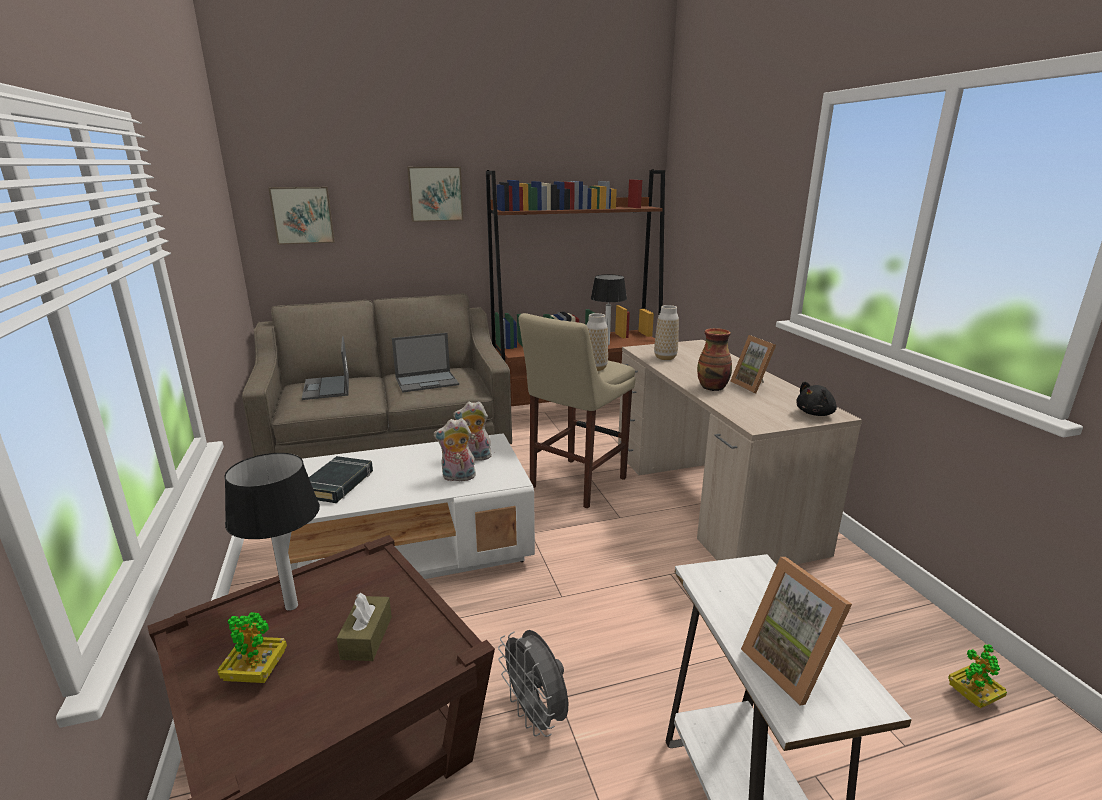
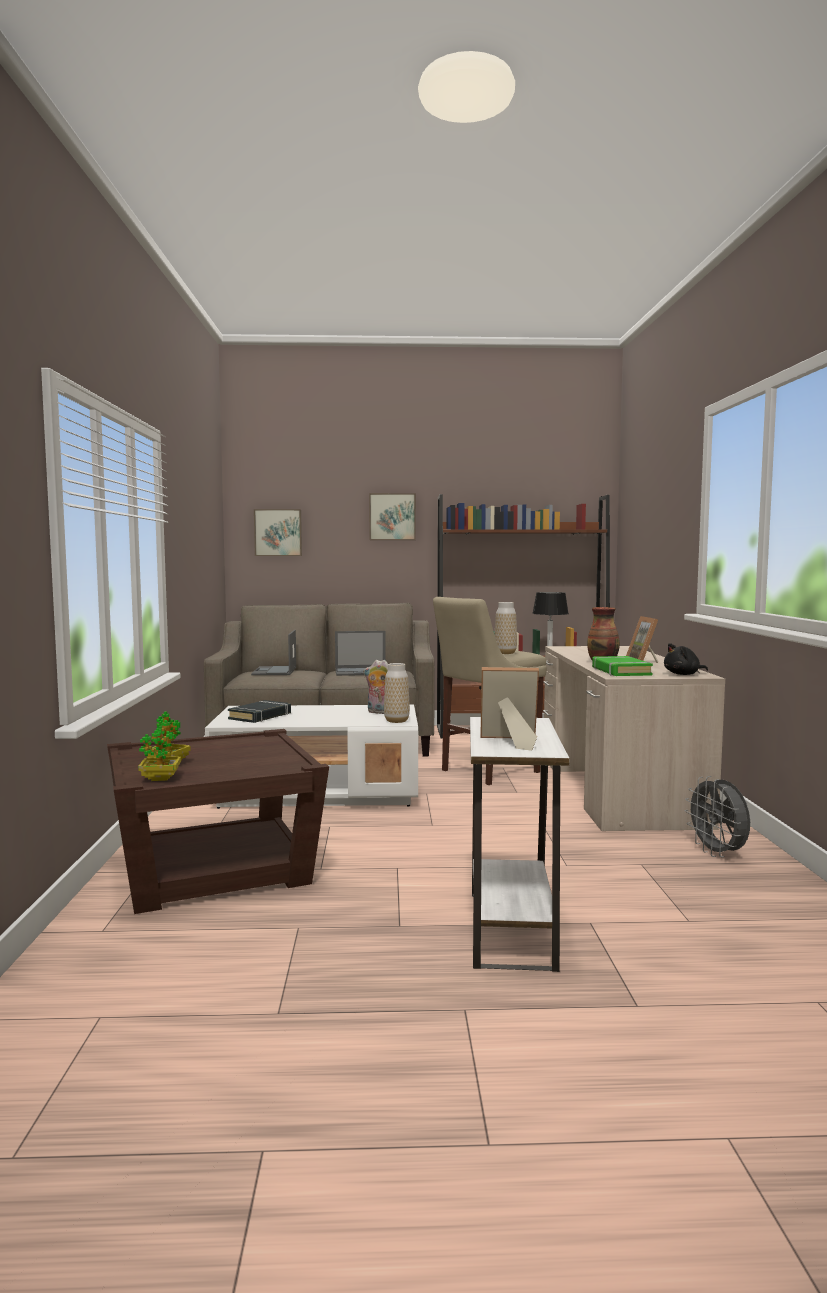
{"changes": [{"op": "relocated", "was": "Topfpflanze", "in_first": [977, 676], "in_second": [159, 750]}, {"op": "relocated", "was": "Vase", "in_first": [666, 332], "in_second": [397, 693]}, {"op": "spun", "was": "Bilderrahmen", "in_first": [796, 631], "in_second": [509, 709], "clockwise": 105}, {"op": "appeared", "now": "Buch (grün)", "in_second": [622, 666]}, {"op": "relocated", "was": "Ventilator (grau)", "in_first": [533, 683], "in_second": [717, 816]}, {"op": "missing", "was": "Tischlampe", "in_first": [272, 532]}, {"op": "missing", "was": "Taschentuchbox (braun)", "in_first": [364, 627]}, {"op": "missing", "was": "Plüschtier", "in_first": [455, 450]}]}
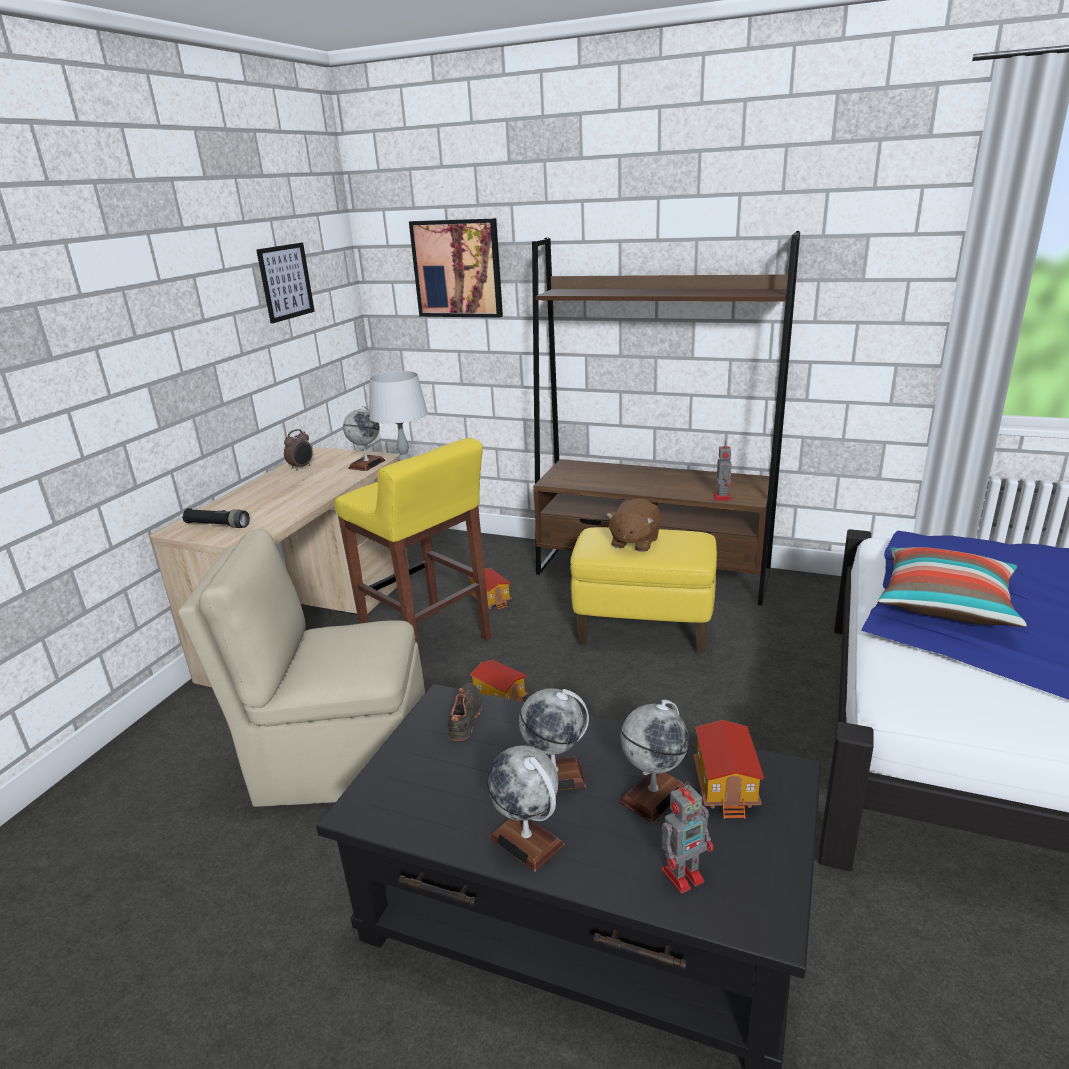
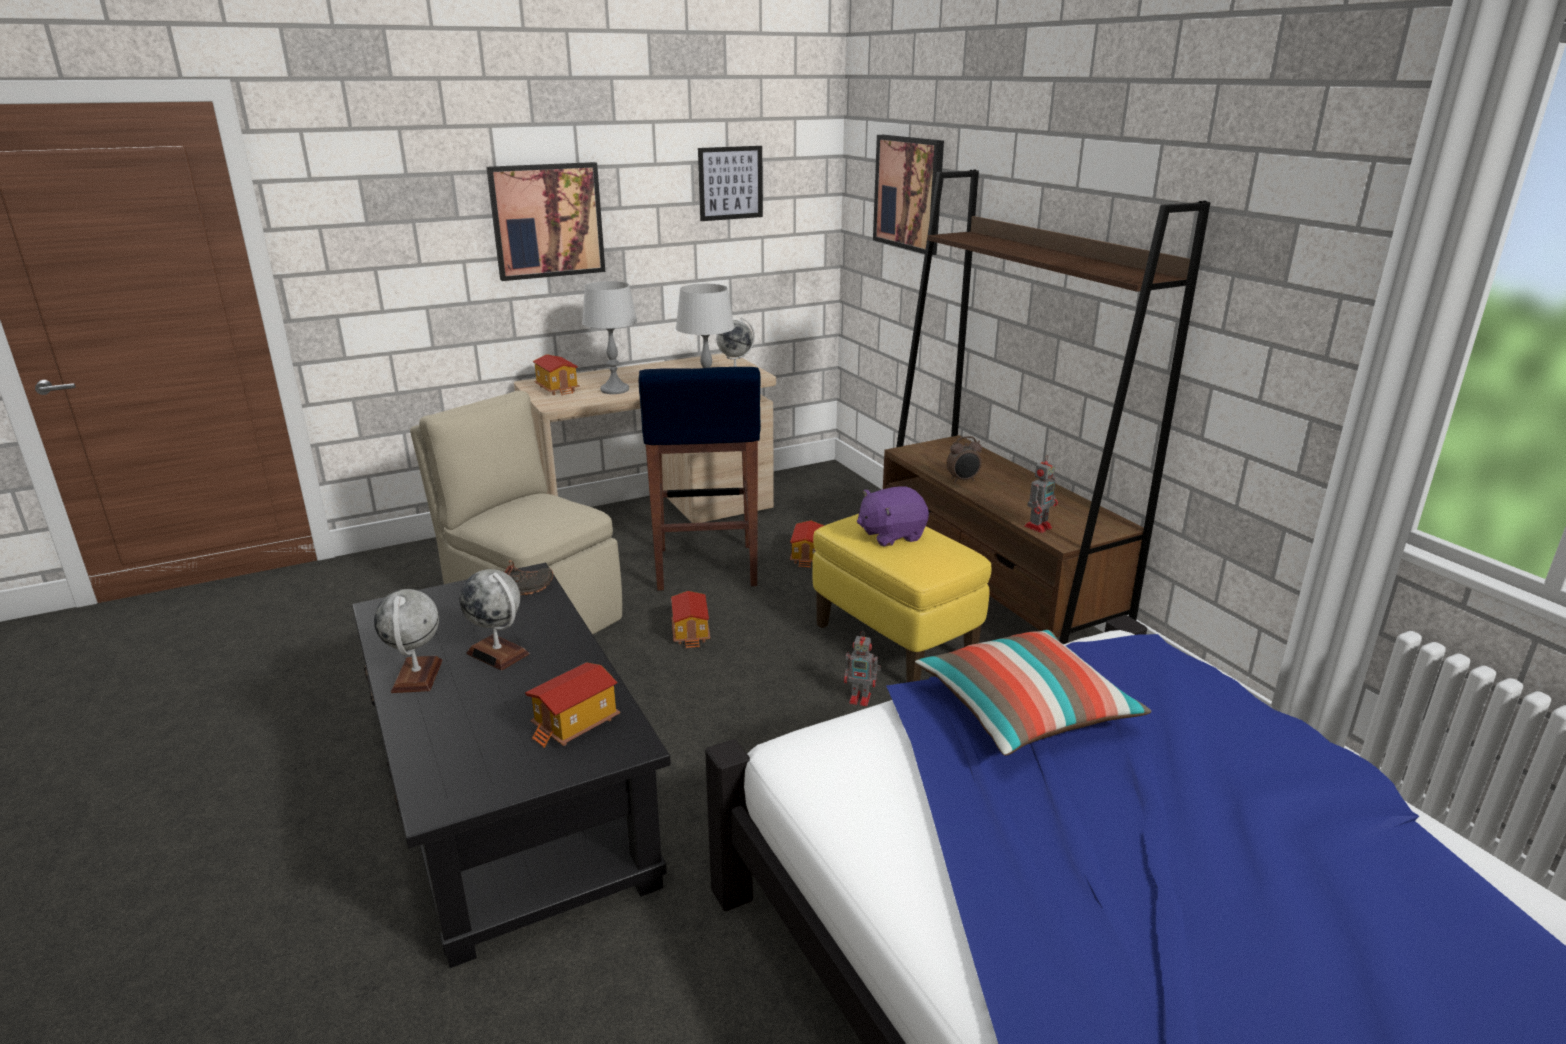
{"changes": [{"op": "appeared", "now": "Bild", "in_second": [545, 221]}, {"op": "exchanged", "was": "Taschenlampe (schwarz)", "now": "Spielzeughaus", "in_first": [216, 518], "in_second": [556, 375]}, {"op": "appeared", "now": "Tischlampe (grau)", "in_second": [609, 337]}, {"op": "colour", "was": "Hocker (gelb)", "now": "Hocker (blau)", "in_first": [412, 558], "in_second": [700, 479]}, {"op": "relocated", "was": "Spielzeugroboter", "in_first": [687, 837], "in_second": [862, 668]}, {"op": "colour", "was": "Plüschtier (braun)", "now": "Plüschtier (lila)", "in_first": [633, 525], "in_second": [893, 516]}, {"op": "relocated", "was": "Wecker", "in_first": [298, 449], "in_second": [964, 459]}, {"op": "missing", "was": "Globus", "in_first": [654, 761]}]}
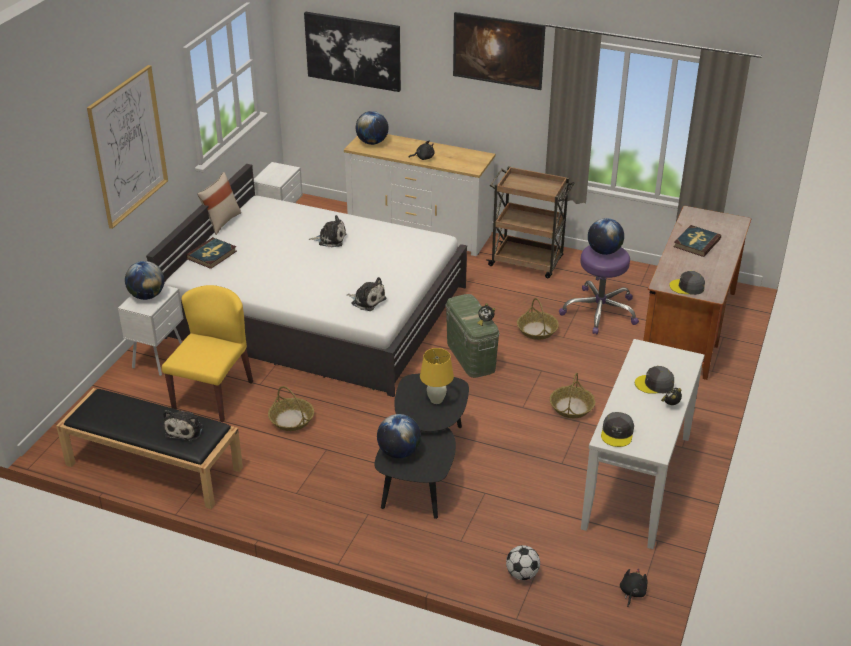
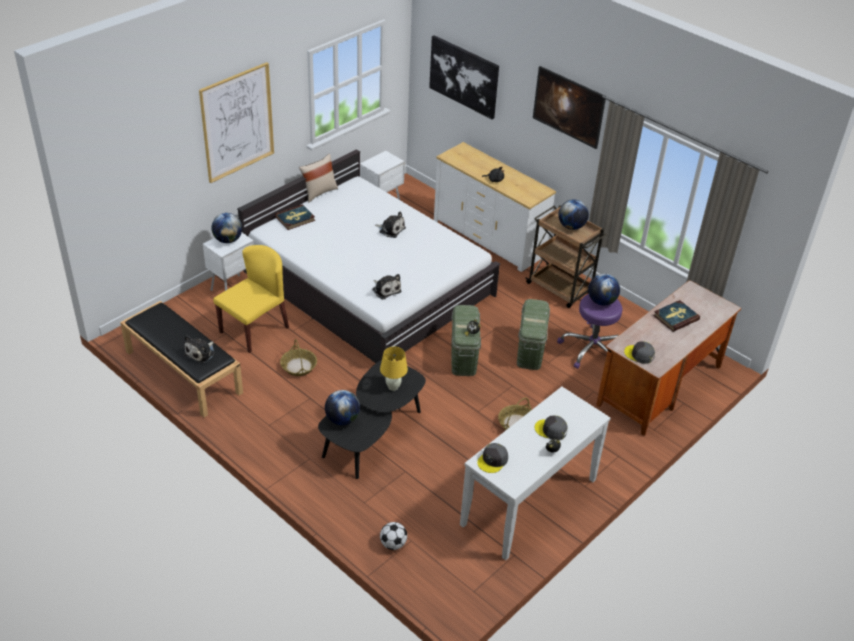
{"changes": [{"op": "exchanged", "was": "Korb", "now": "Aufbewahrungsbox (grün)", "in_first": [538, 319], "in_second": [533, 334]}, {"op": "relocated", "was": "Globus", "in_first": [372, 128], "in_second": [573, 214]}, {"op": "missing", "was": "Plüschtier (schwarz)", "in_first": [634, 588]}]}
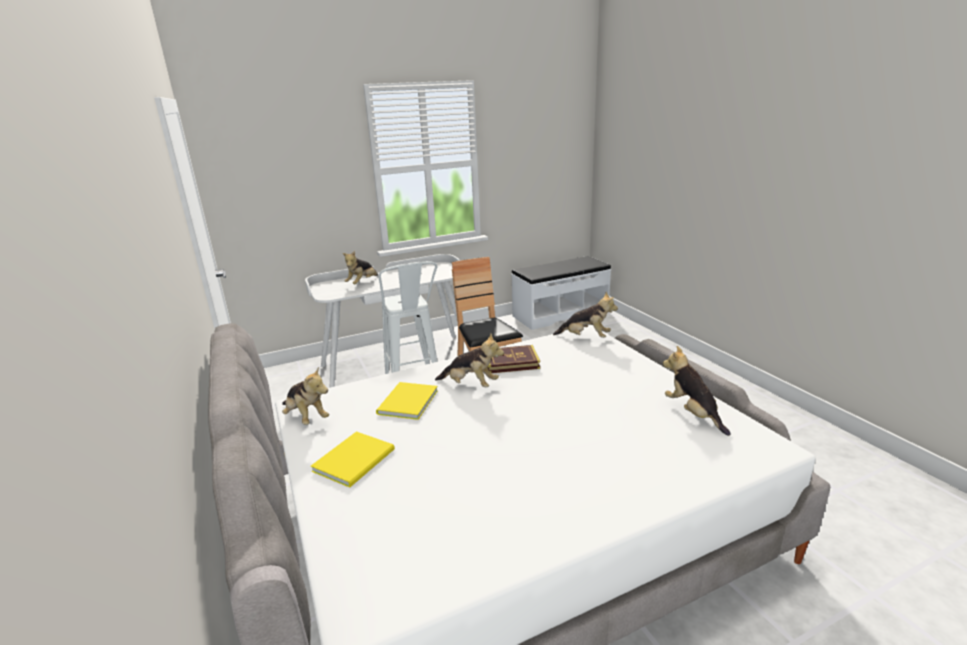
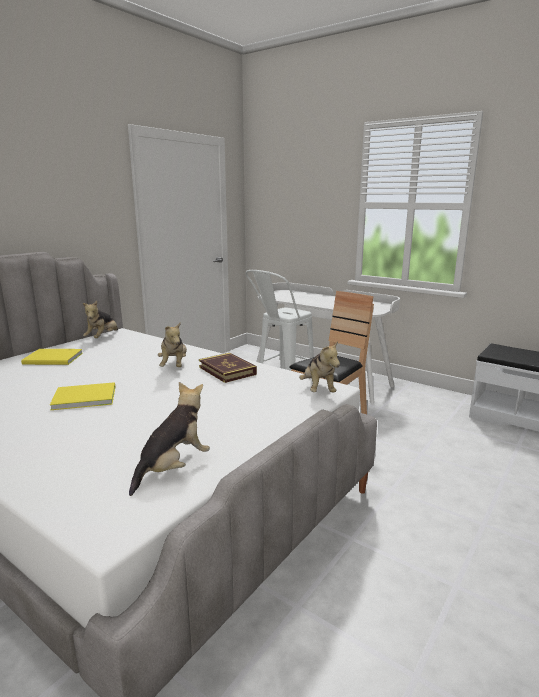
{"changes": [{"op": "relocated", "was": "Buch (gelb)", "in_first": [407, 401], "in_second": [82, 396]}, {"op": "missing", "was": "Plüschtier", "in_first": [360, 267]}]}
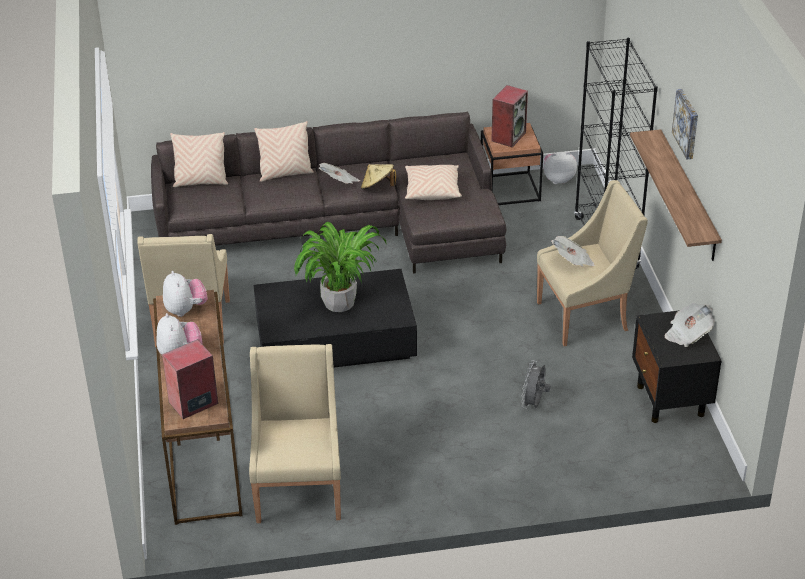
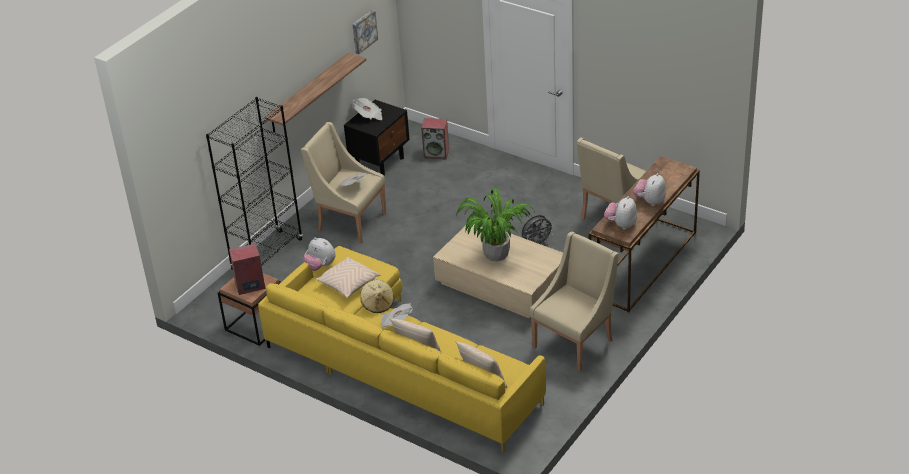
{"changes": [{"op": "colour", "was": "Sofa (grau)", "now": "Sofa (gelb)", "in_first": [329, 192], "in_second": [402, 349]}, {"op": "relocated", "was": "Plüschtier", "in_first": [560, 168], "in_second": [319, 254]}, {"op": "relocated", "was": "Bild", "in_first": [685, 124], "in_second": [365, 32]}, {"op": "relocated", "was": "Lautsprecher", "in_first": [190, 379], "in_second": [435, 138]}, {"op": "colour", "was": "Couchtisch (schwarz)", "now": "Couchtisch (beige)", "in_first": [335, 318], "in_second": [498, 271]}, {"op": "relocated", "was": "Ventilator (grau)", "in_first": [535, 384], "in_second": [538, 229]}]}
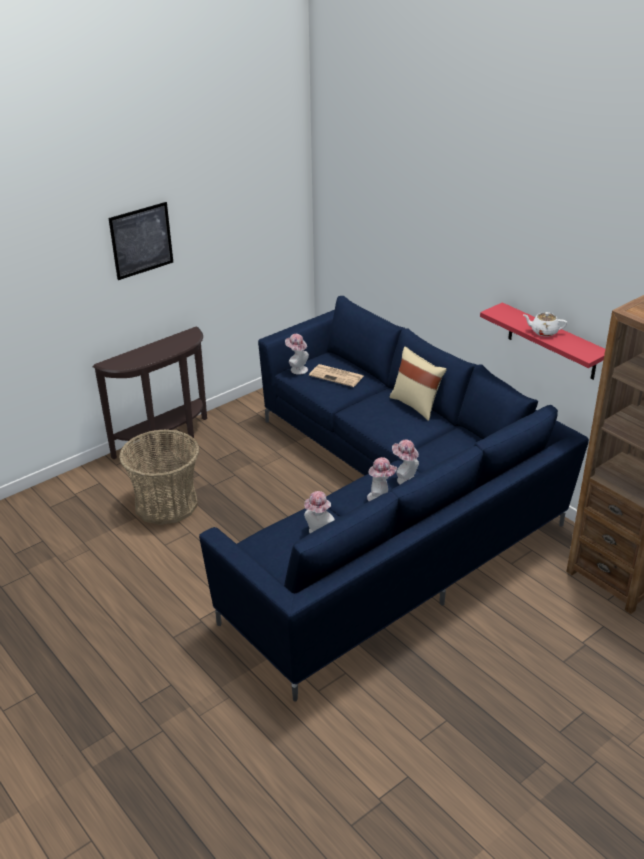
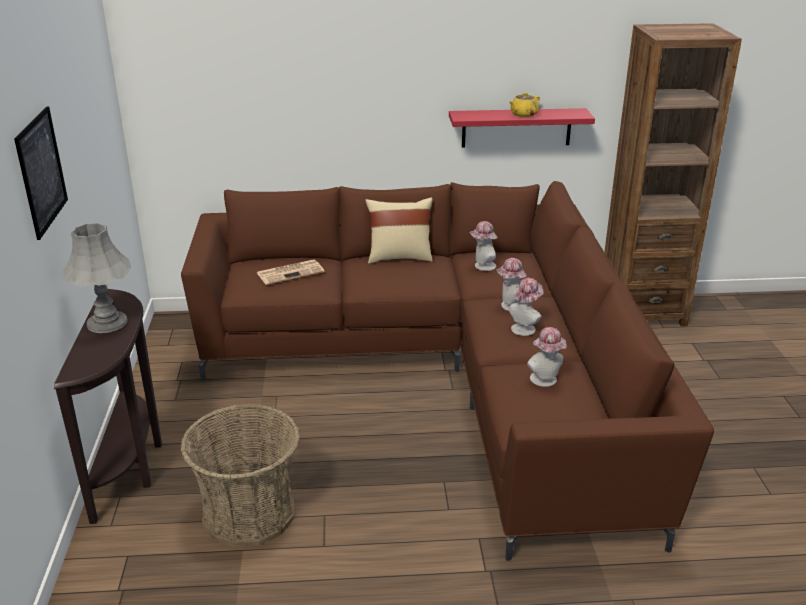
{"changes": [{"op": "appeared", "now": "Tischlampe (grau)", "in_second": [96, 278]}, {"op": "colour", "was": "Sofa (blau)", "now": "Sofa (braun)", "in_first": [394, 499], "in_second": [447, 371]}, {"op": "relocated", "was": "Hut", "in_first": [297, 354], "in_second": [483, 246]}, {"op": "colour", "was": "Teekanne (weiß)", "now": "Teekanne (gelb)", "in_first": [545, 324], "in_second": [524, 104]}]}
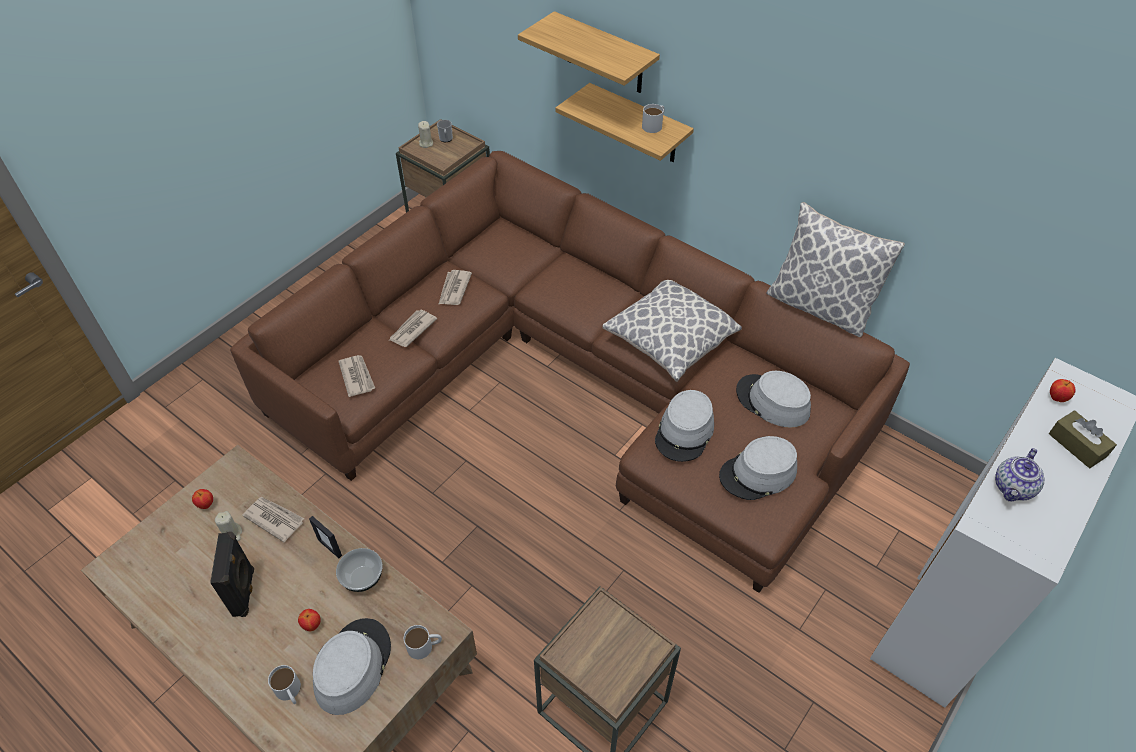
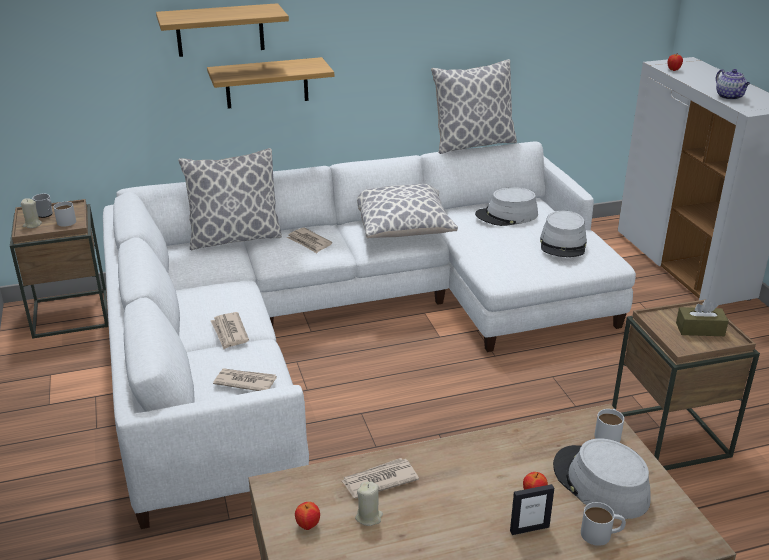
{"changes": [{"op": "relocated", "was": "Henkelbecher (weiß)", "in_first": [653, 118], "in_second": [64, 214]}, {"op": "colour", "was": "Sofa (braun)", "now": "Sofa (weiß)", "in_first": [570, 372], "in_second": [369, 335]}, {"op": "appeared", "now": "Kissen", "in_second": [230, 199]}, {"op": "relocated", "was": "Zeitung", "in_first": [455, 287], "in_second": [309, 240]}, {"op": "relocated", "was": "Bilderrahmen", "in_first": [325, 537], "in_second": [532, 509]}, {"op": "relocated", "was": "Taschentuchbox (braun)", "in_first": [1083, 439], "in_second": [702, 317]}, {"op": "missing", "was": "Lautsprecher (schwarz)", "in_first": [232, 574]}, {"op": "missing", "was": "Schüssel", "in_first": [359, 570]}, {"op": "missing", "was": "Hut (grau)", "in_first": [684, 426]}]}
